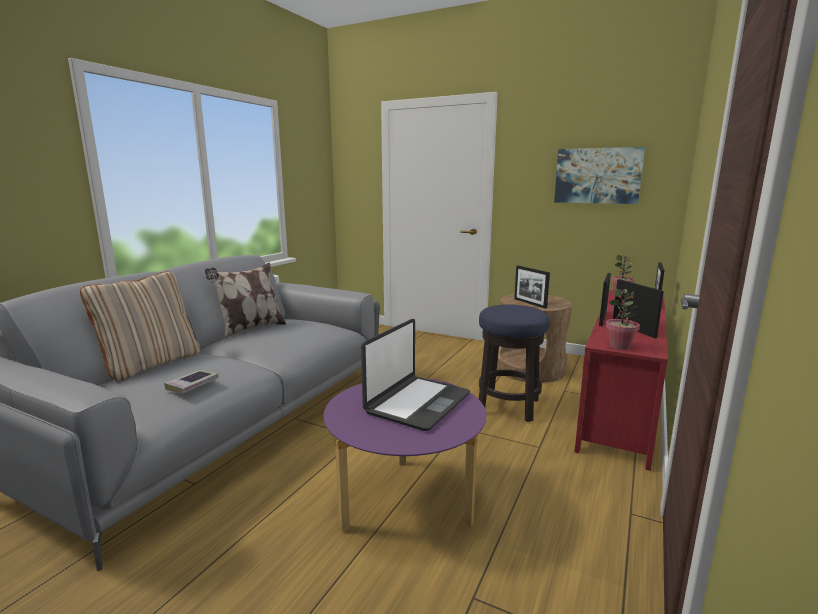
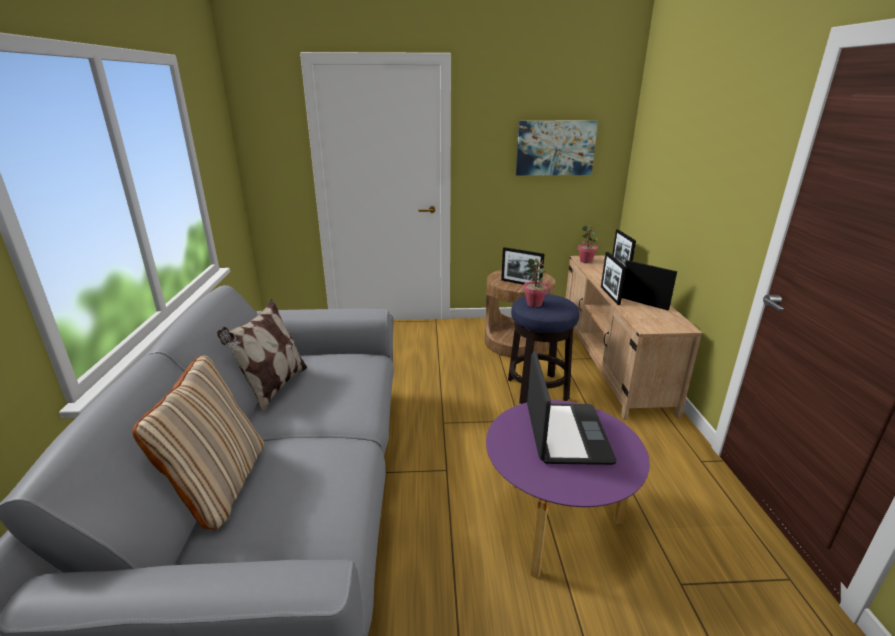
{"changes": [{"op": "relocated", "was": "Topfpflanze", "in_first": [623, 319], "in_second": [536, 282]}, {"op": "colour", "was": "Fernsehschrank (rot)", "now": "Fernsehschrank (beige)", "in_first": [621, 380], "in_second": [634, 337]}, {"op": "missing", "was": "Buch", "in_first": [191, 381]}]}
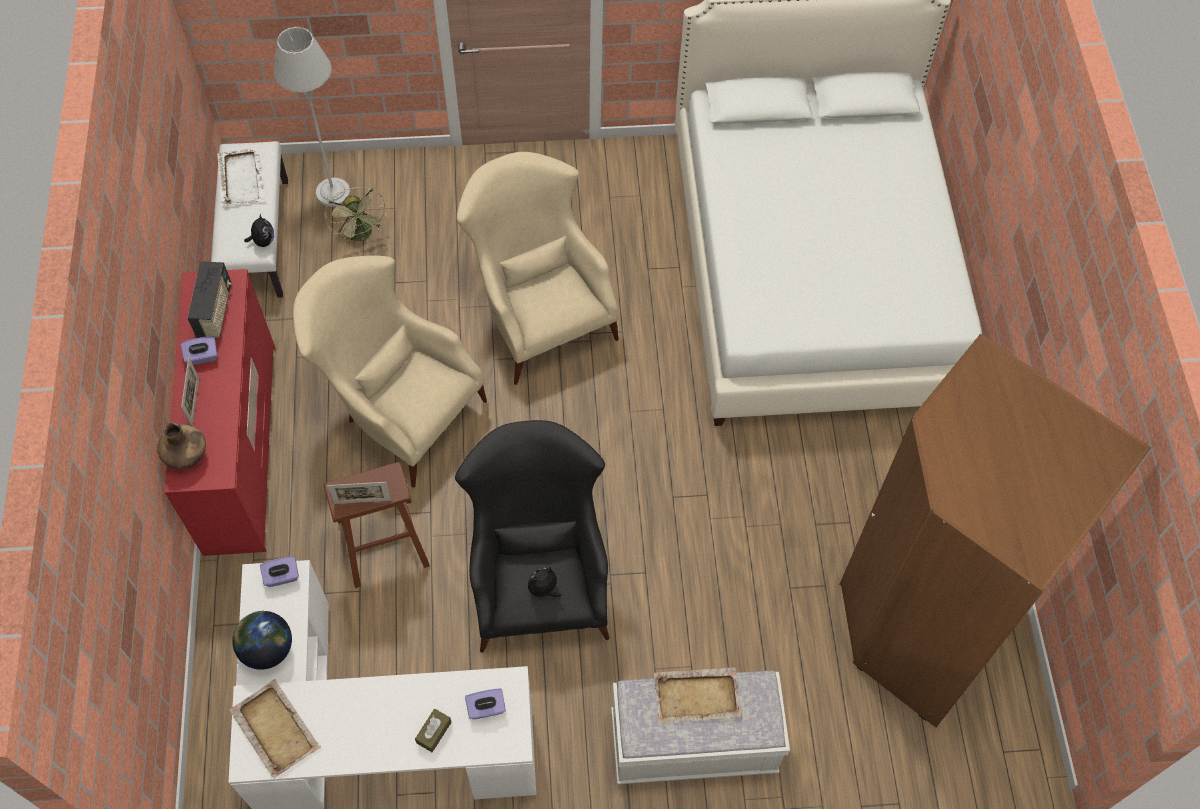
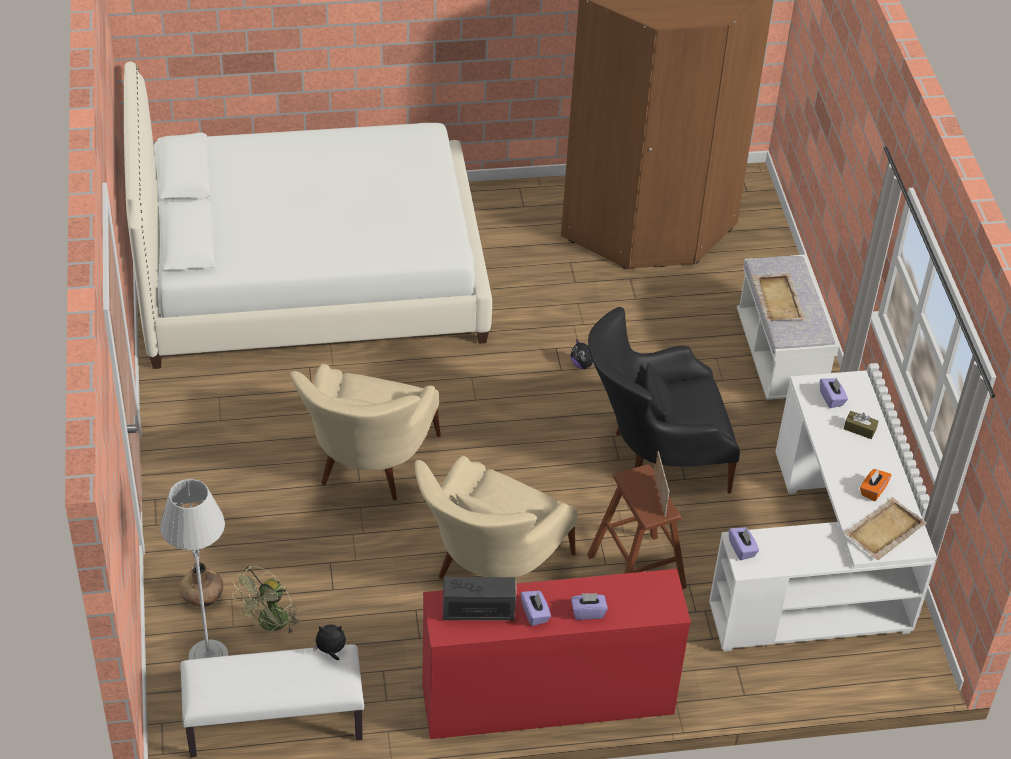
{"changes": [{"op": "relocated", "was": "Vase (braun)", "in_first": [181, 445], "in_second": [201, 584]}, {"op": "spun", "was": "Ventilator (grün)", "in_first": [355, 216], "in_second": [265, 599], "clockwise": 150}, {"op": "spun", "was": "Sessel (beige)", "in_first": [538, 268], "in_second": [365, 432], "clockwise": -45}, {"op": "relocated", "was": "Plüschtier", "in_first": [544, 583], "in_second": [582, 354]}, {"op": "exchanged", "was": "Bilderrahmen", "now": "Taschentuchbox (lila)", "in_first": [190, 391], "in_second": [589, 606]}, {"op": "appeared", "now": "Taschentuchbox (orange)", "in_second": [876, 485]}, {"op": "missing", "was": "Tablett (weiß)", "in_first": [241, 177]}, {"op": "missing", "was": "Globus", "in_first": [262, 640]}]}
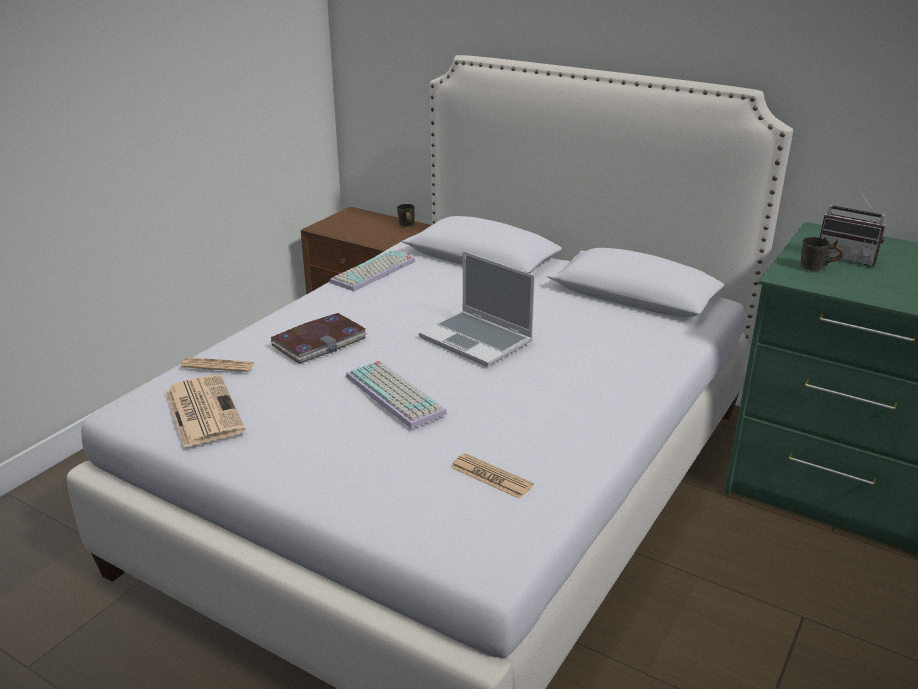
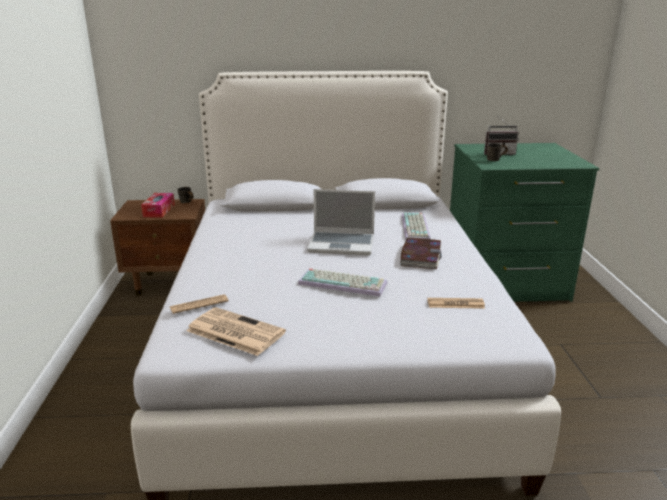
{"changes": [{"op": "appeared", "now": "Taschentuchbox", "in_second": [158, 205]}, {"op": "relocated", "was": "Buch", "in_first": [319, 338], "in_second": [421, 253]}, {"op": "relocated", "was": "Tastatur", "in_first": [372, 270], "in_second": [416, 226]}]}
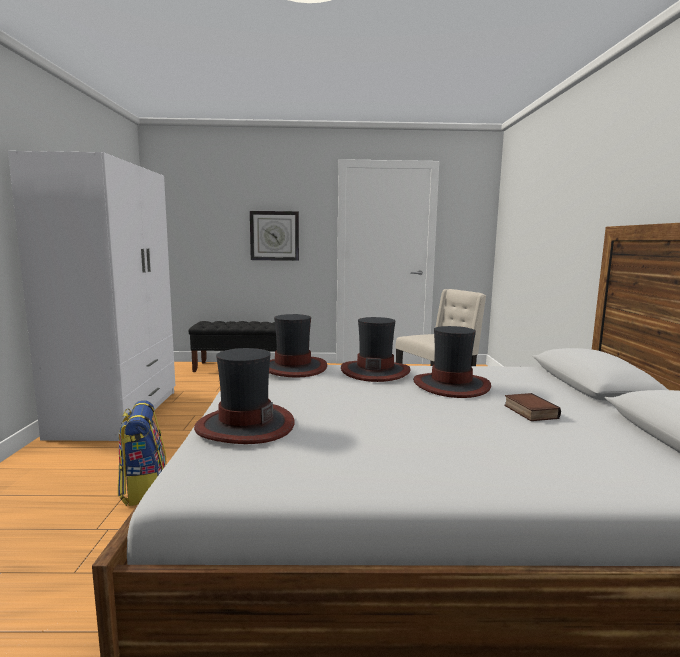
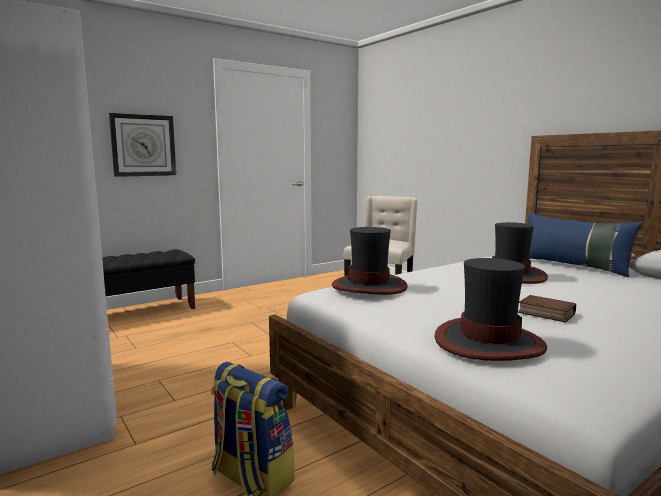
{"changes": [{"op": "relocated", "was": "Buch", "in_first": [532, 407], "in_second": [547, 309]}, {"op": "appeared", "now": "Kissen (blau)", "in_second": [585, 244]}, {"op": "missing", "was": "Hut", "in_first": [375, 349]}]}
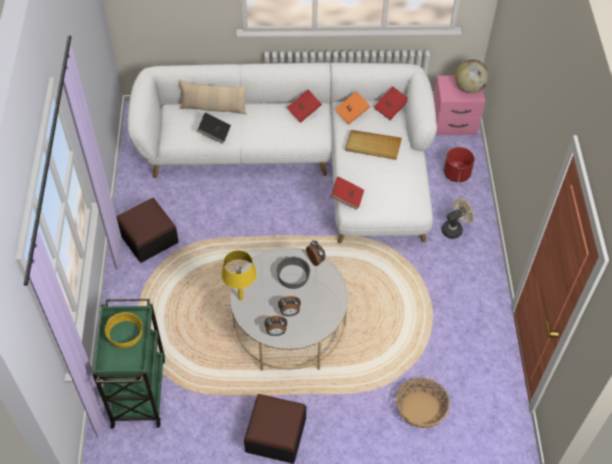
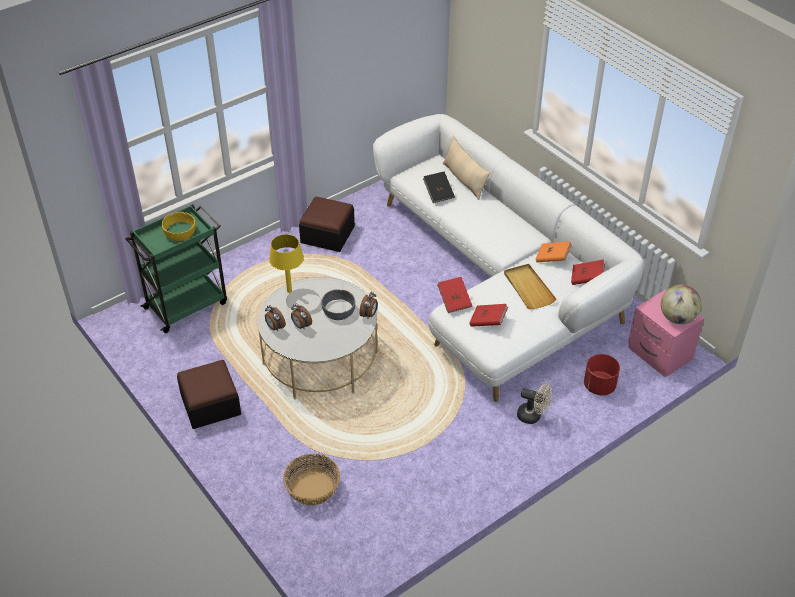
{"changes": [{"op": "relocated", "was": "Buch (rot)", "in_first": [304, 106], "in_second": [488, 315]}]}
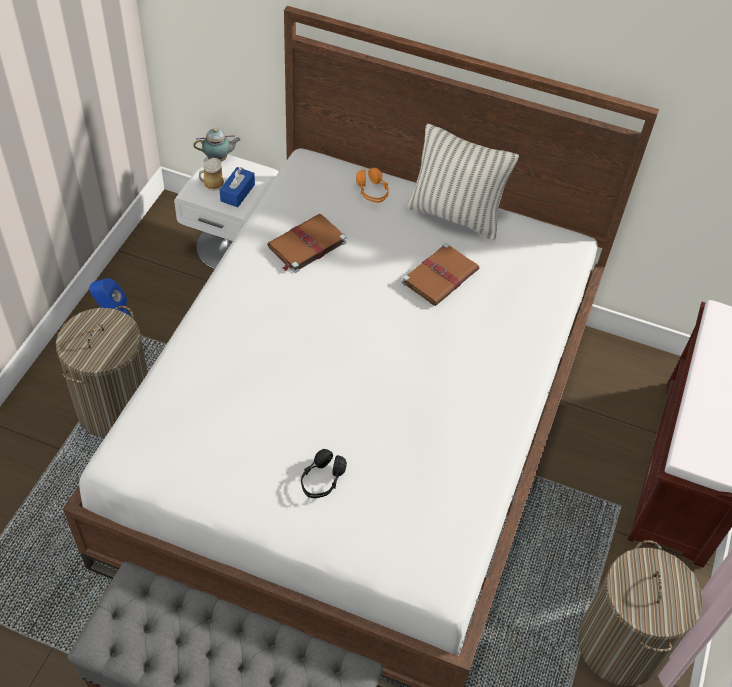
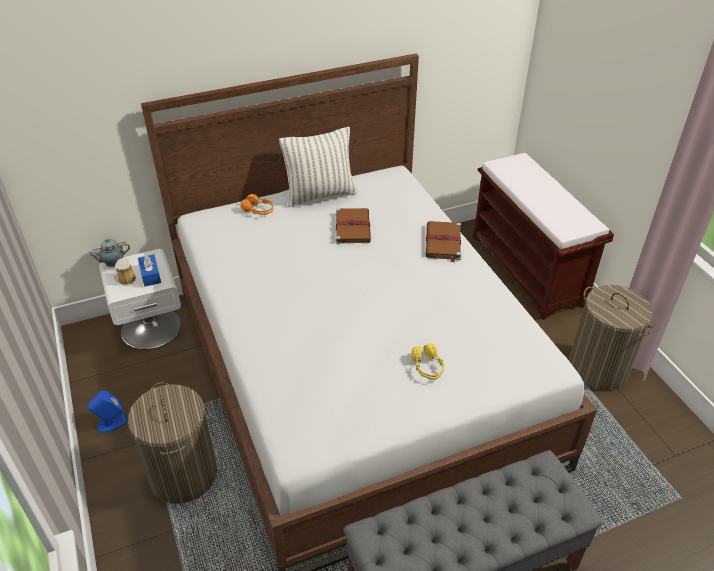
{"changes": [{"op": "spun", "was": "Teekanne", "in_first": [217, 145], "in_second": [109, 252], "clockwise": -150}, {"op": "colour", "was": "Kopfhörer (schwarz)", "now": "Kopfhörer (gelb)", "in_first": [324, 473], "in_second": [427, 362]}, {"op": "relocated", "was": "Buch (braun)", "in_first": [306, 243], "in_second": [443, 242]}]}
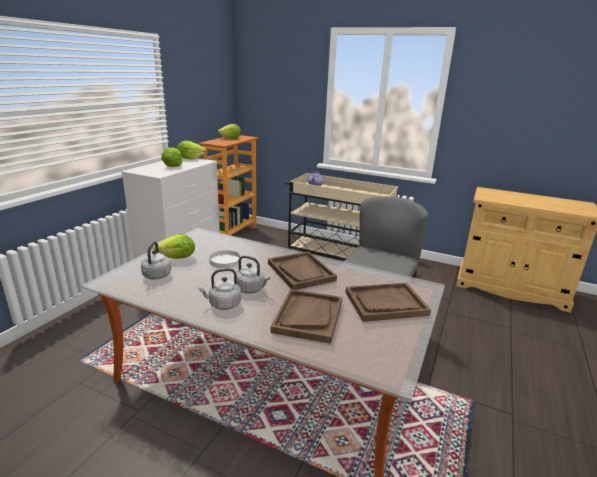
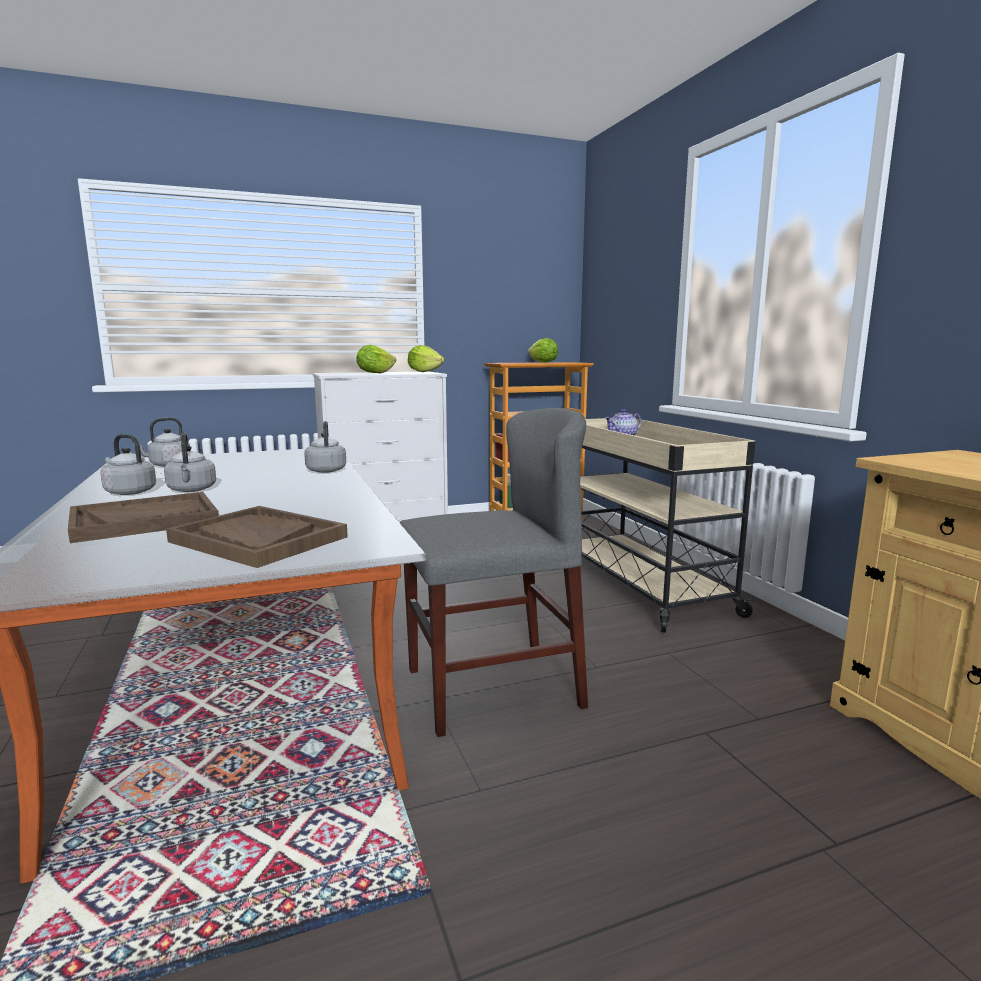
{"changes": [{"op": "appeared", "now": "Wasserkessel (grau)", "in_second": [325, 447]}, {"op": "missing", "was": "Salatkopf", "in_first": [174, 246]}, {"op": "missing", "was": "Teller (weiß)", "in_first": [225, 259]}, {"op": "missing", "was": "Tablett (braun)", "in_first": [302, 271]}]}
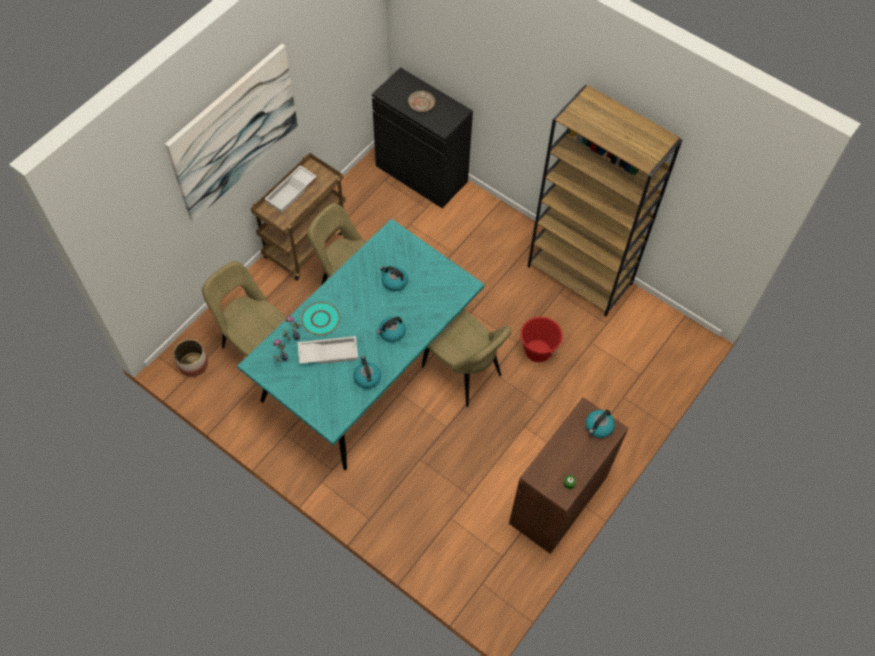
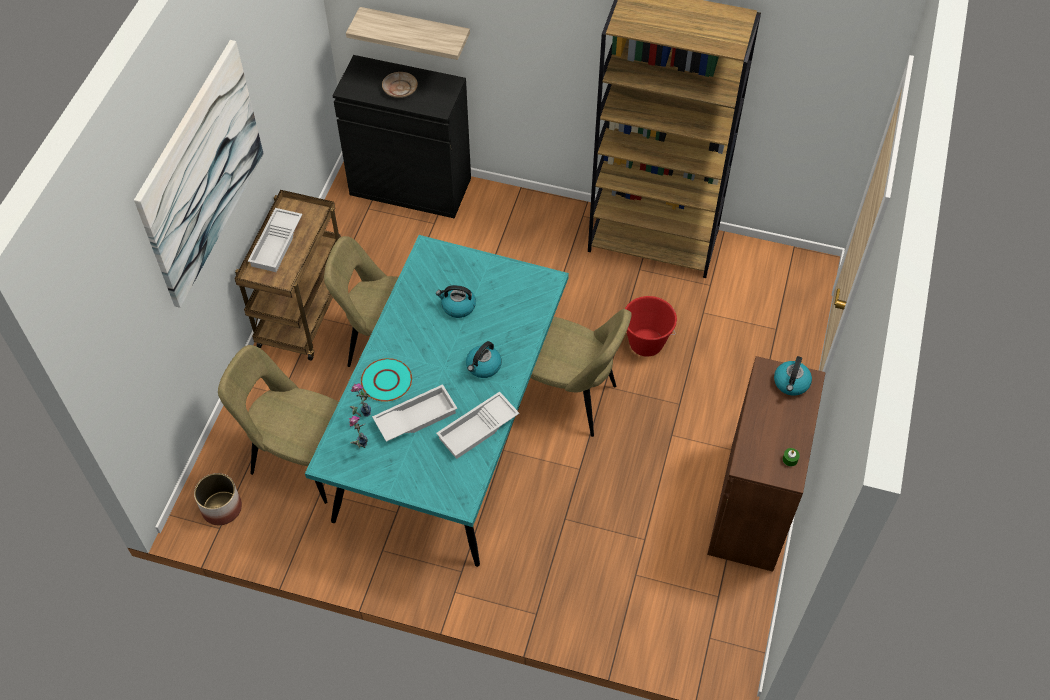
{"changes": [{"op": "appeared", "now": "Wandregal", "in_second": [408, 33]}, {"op": "exchanged", "was": "Wasserkessel", "now": "Tablett (weiß)", "in_first": [367, 372], "in_second": [477, 425]}]}
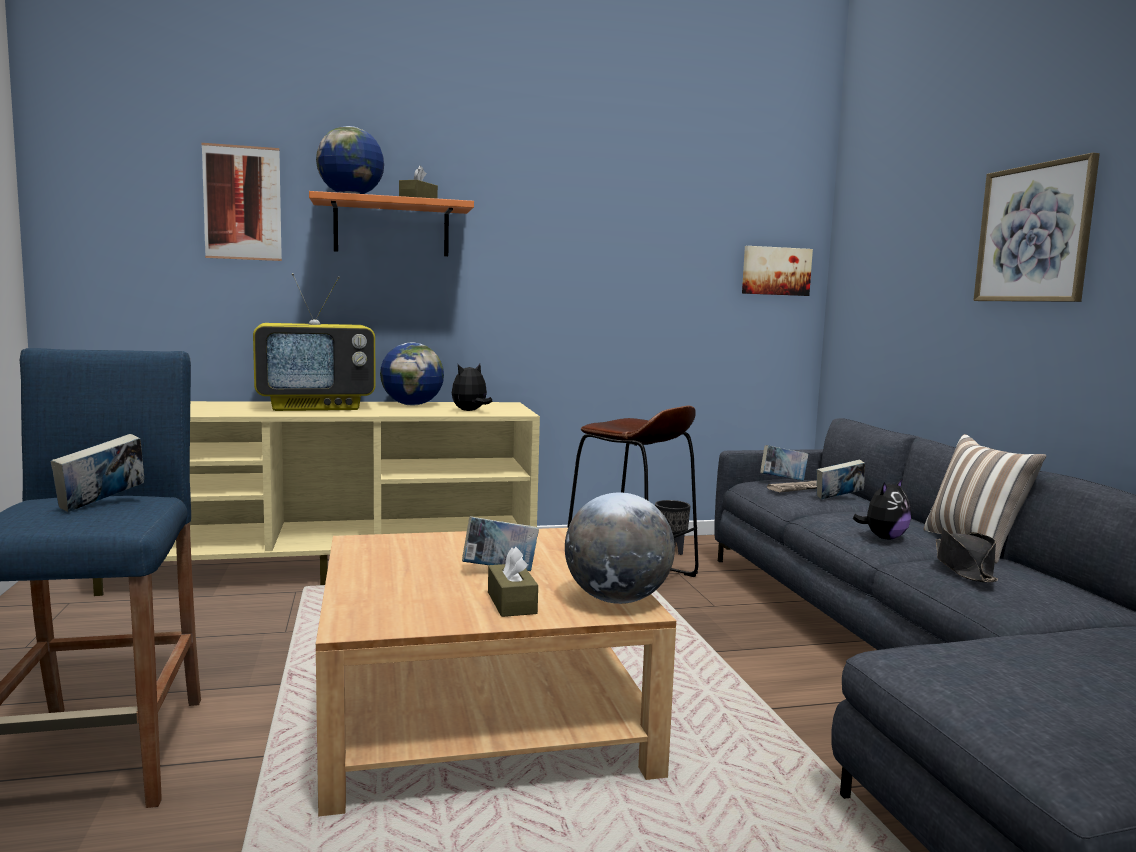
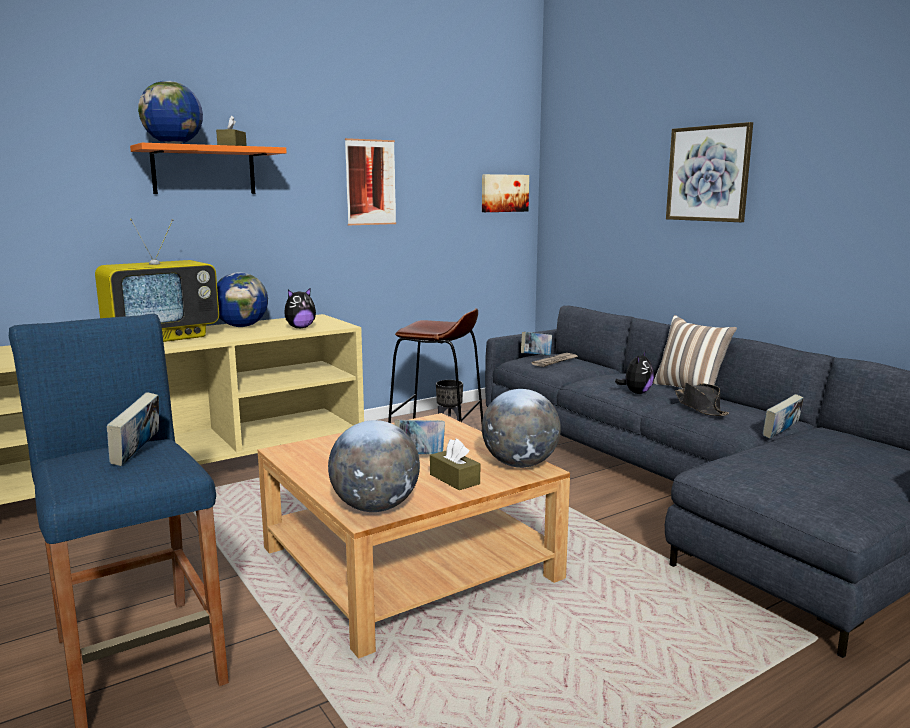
{"changes": [{"op": "spun", "was": "Plüschtier", "in_first": [472, 387], "in_second": [300, 308], "clockwise": -150}, {"op": "appeared", "now": "Globus", "in_second": [374, 466]}, {"op": "relocated", "was": "Bild", "in_first": [241, 202], "in_second": [370, 181]}, {"op": "relocated", "was": "Buch", "in_first": [841, 480], "in_second": [783, 416]}]}
